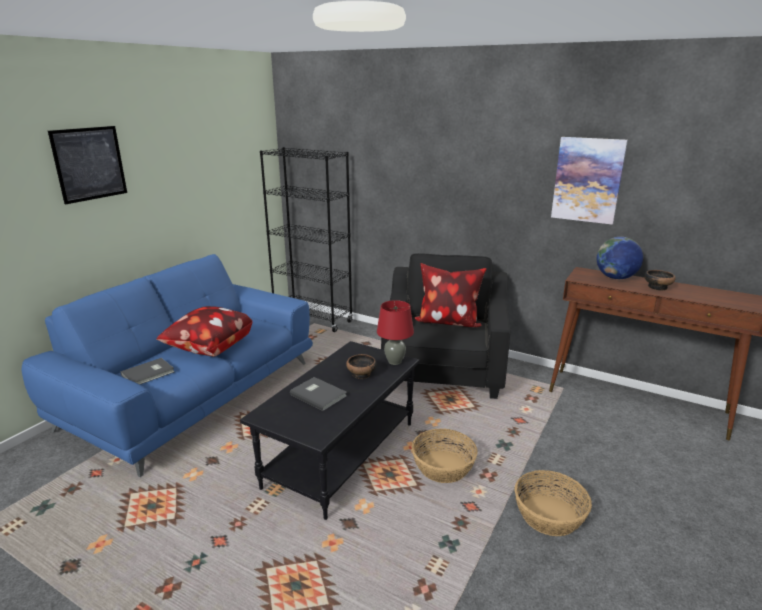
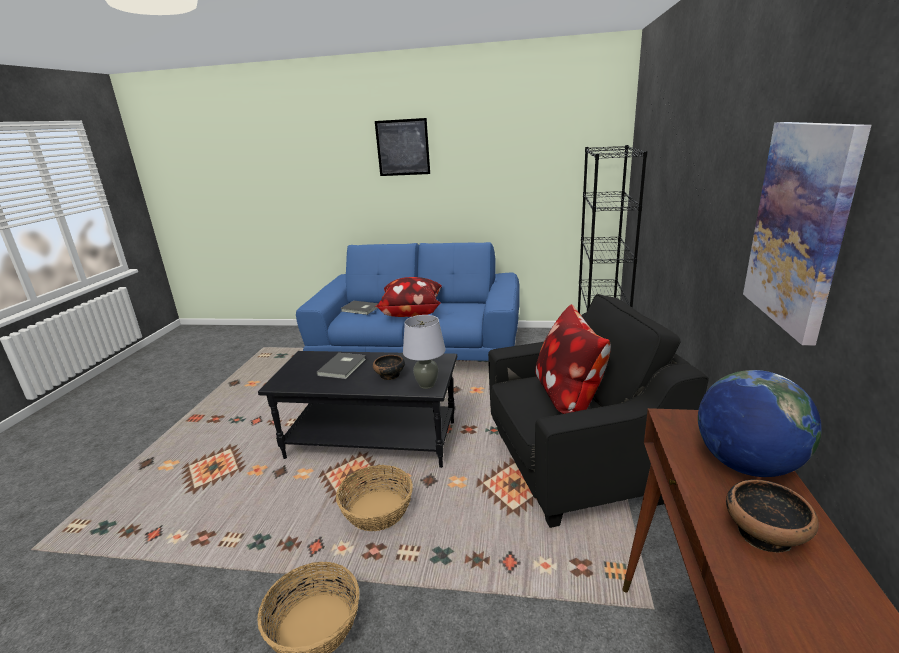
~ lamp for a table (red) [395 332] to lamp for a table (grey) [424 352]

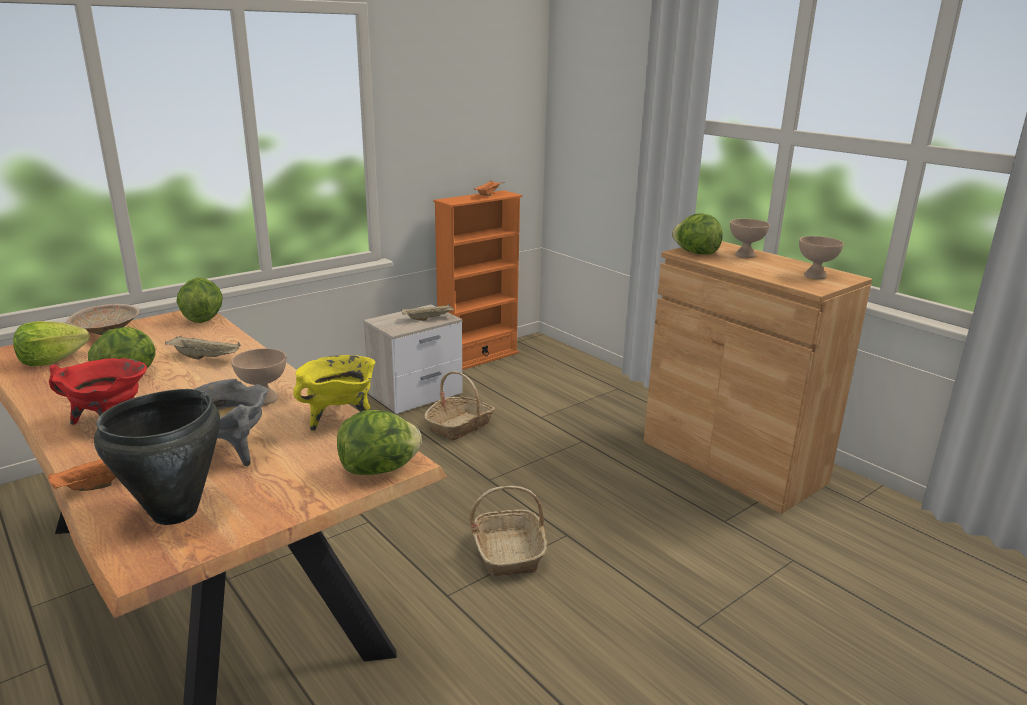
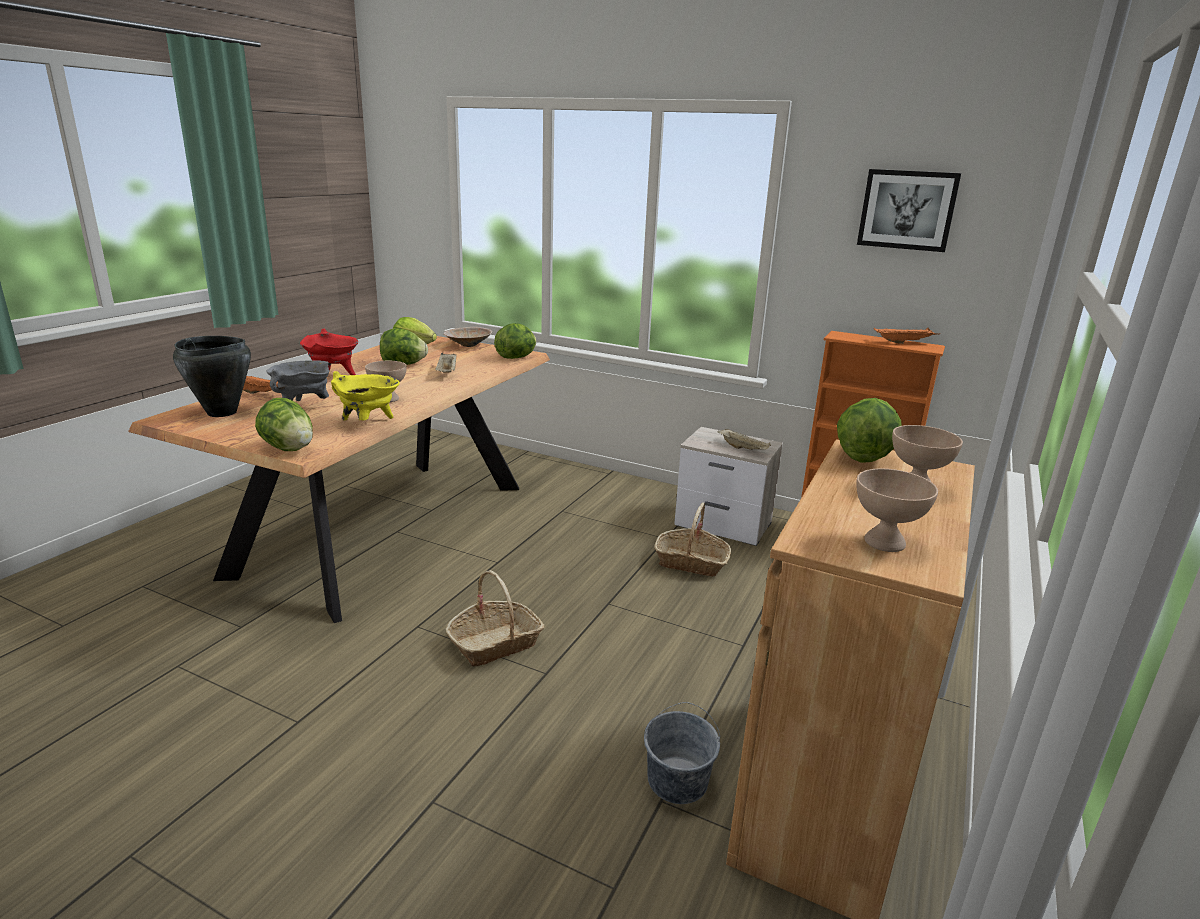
+ picture [909 210]
+ water bucket (grey) [682 753]

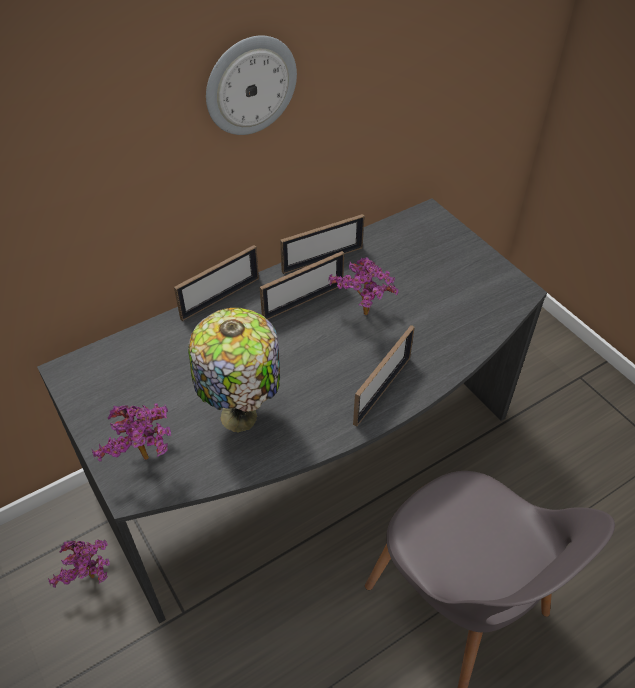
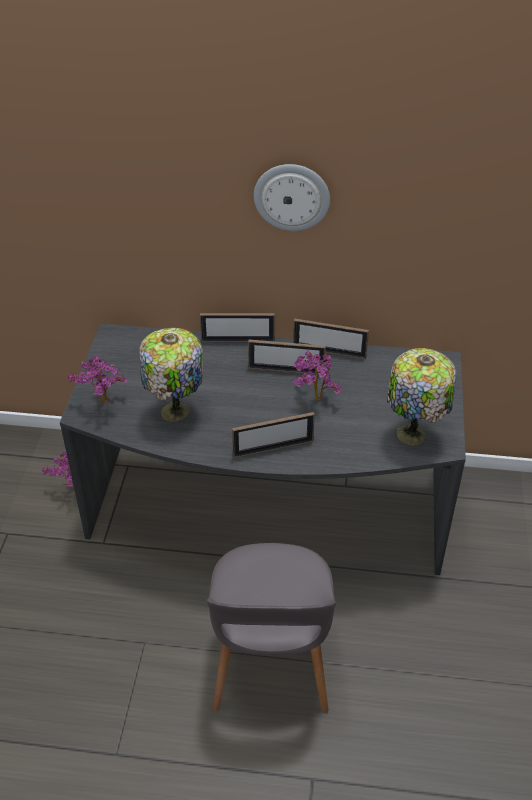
+ lamp for a table [421 396]

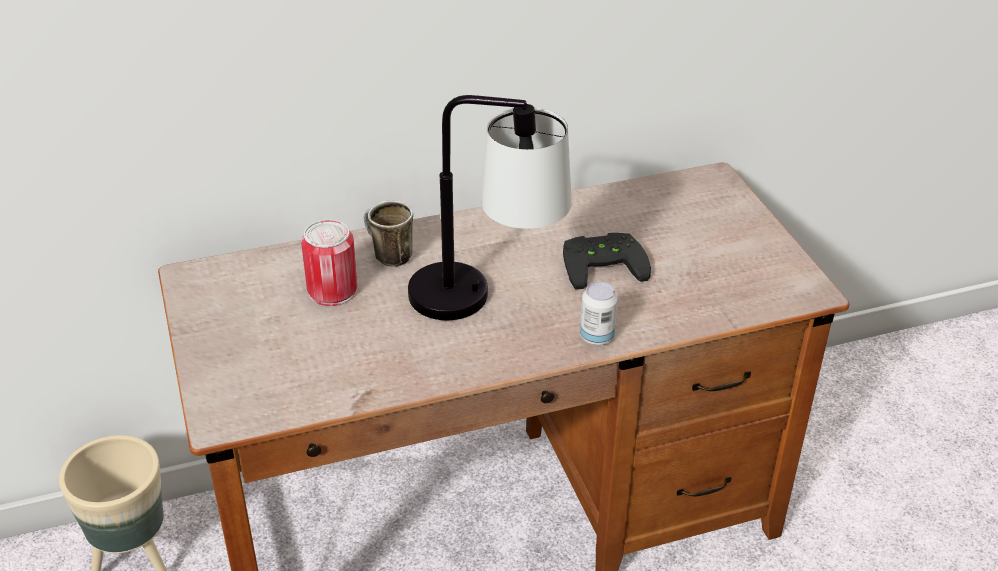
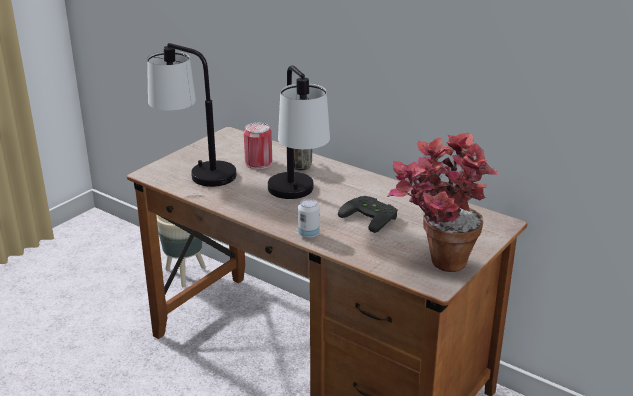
+ lamp for a table [191 115]
+ plant in a pot [443 202]

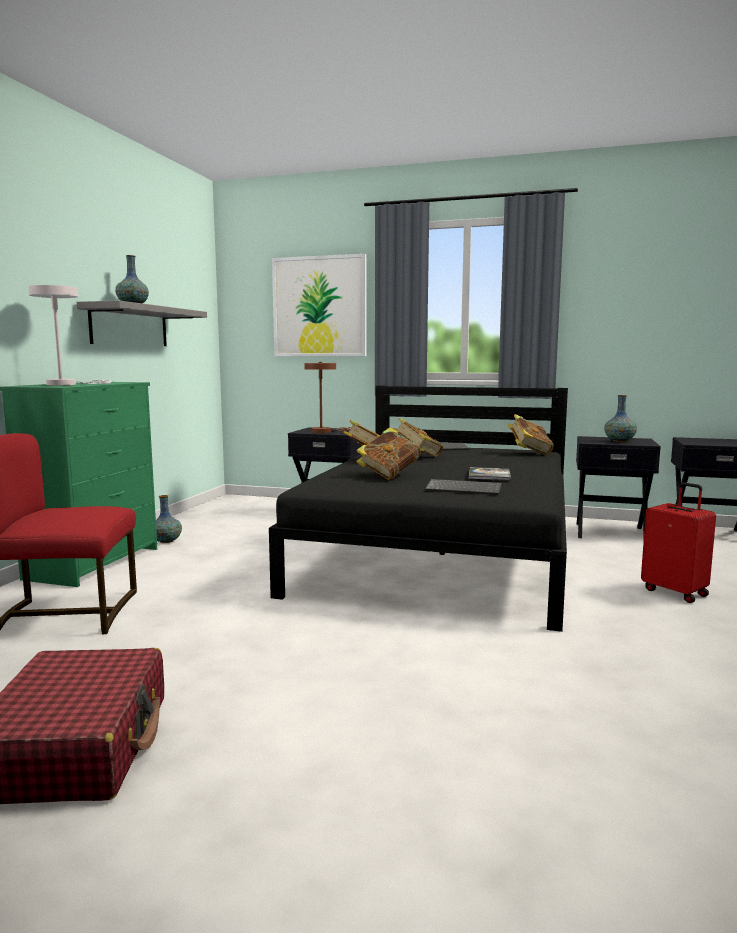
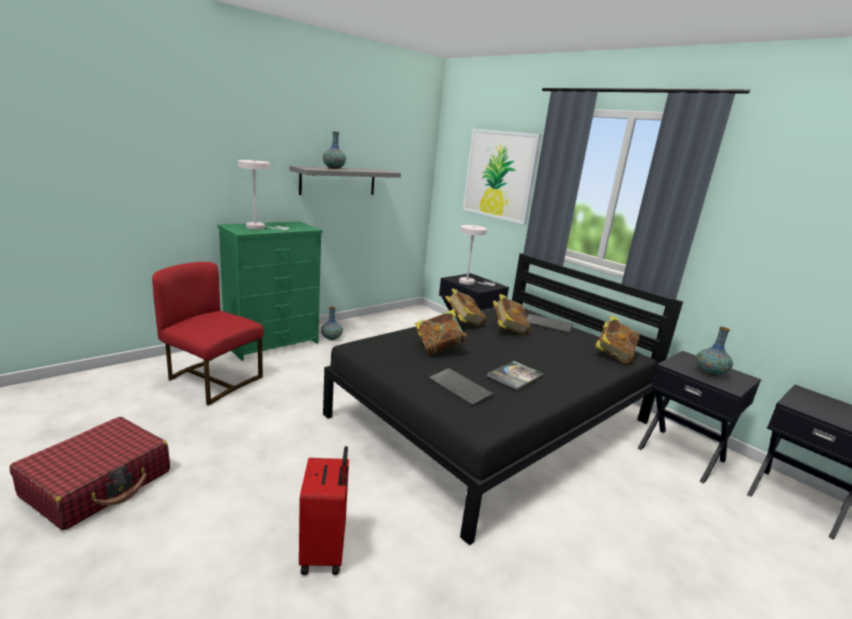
~ lamp for a table (brown-coloured) [327 397] to lamp for a table (whitish) [477 255]
~ piece of luggage (red) [678 542] to [324 510]

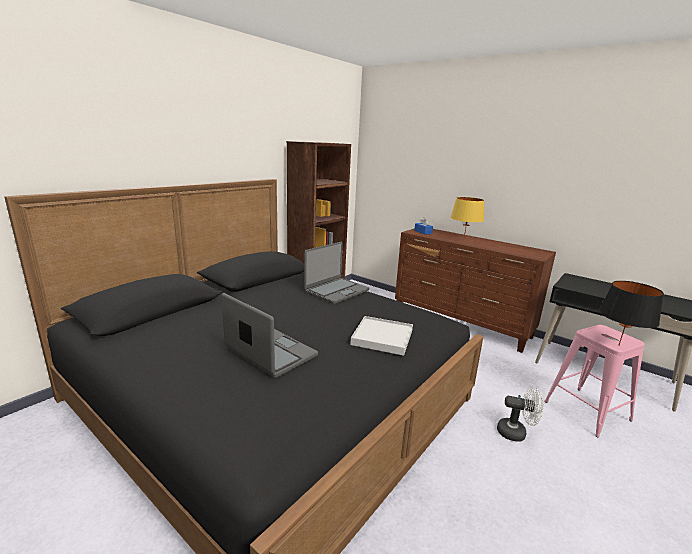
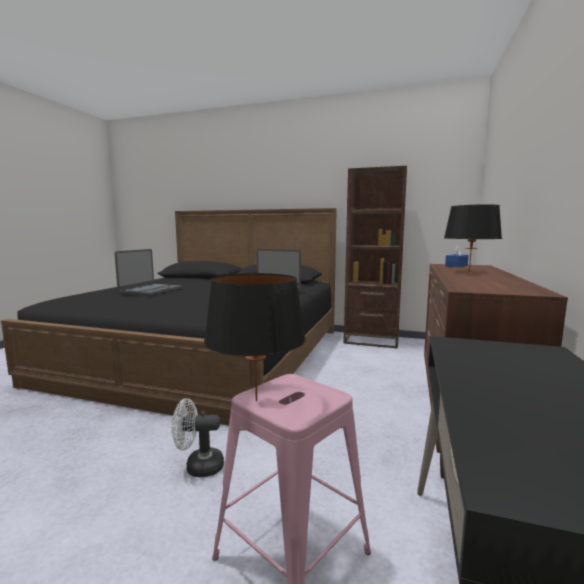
~ lamp for a table (yellowish) [467 217] to lamp for a table (black-coloured) [473 238]
- carrying tray (whitish) [381 336]
~ cooling fan (whitish) [520 414] = [198 437] 90 degrees clockwise

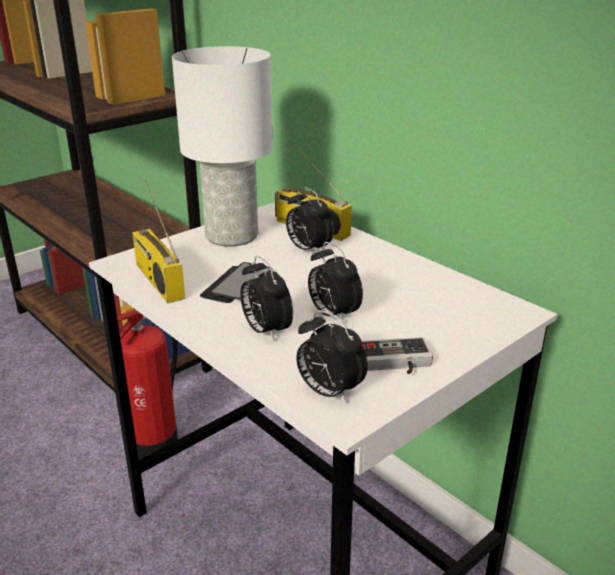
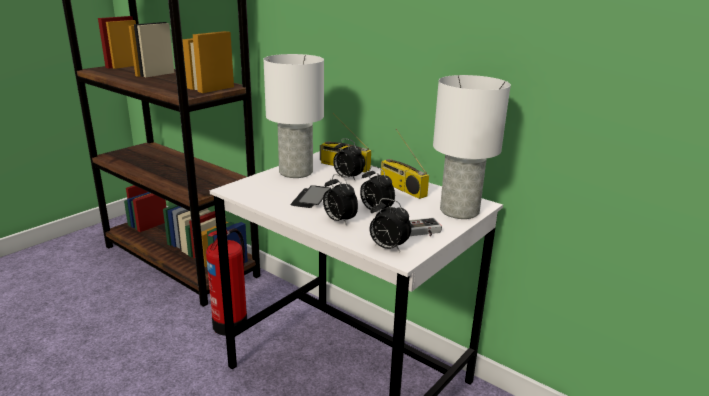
~ radio set [159 241] to [405 164]
+ lamp for a table (whitish) [472 147]

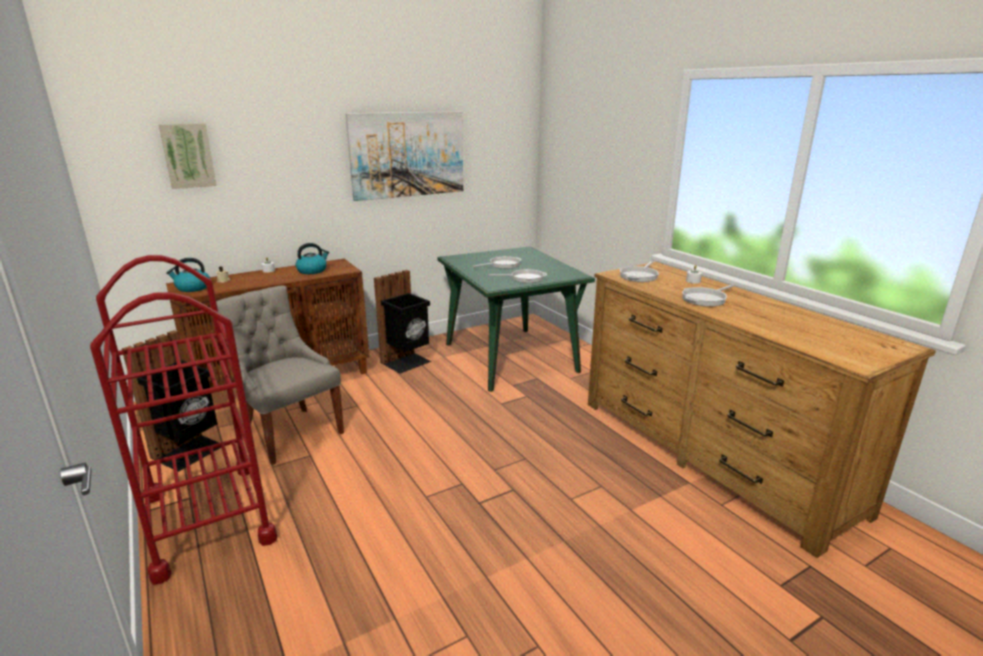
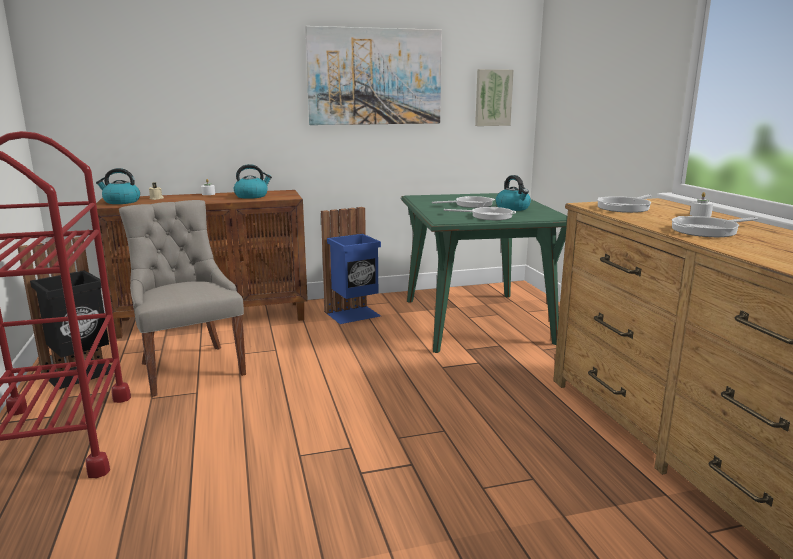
~ picture [188 156] to [494 97]
~ rubbish bin (black-coloured) [402 322] to rubbish bin (blue-coloured) [351 265]
+ kettle [513 193]

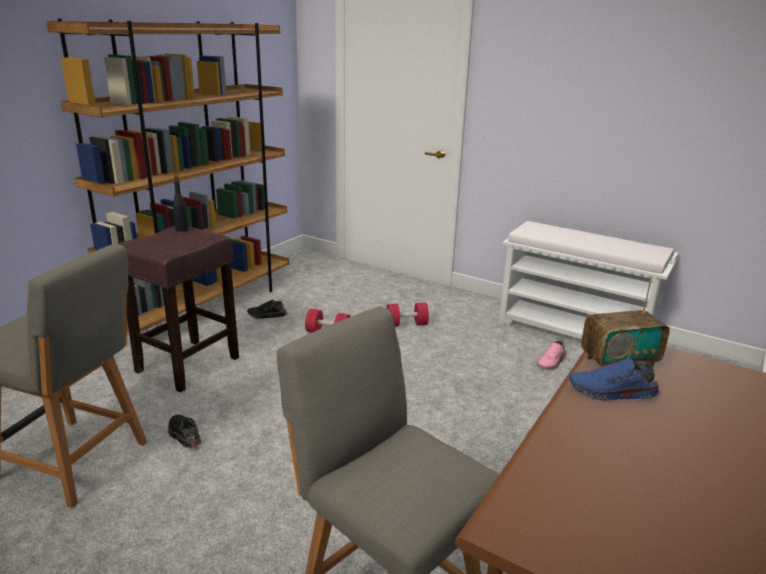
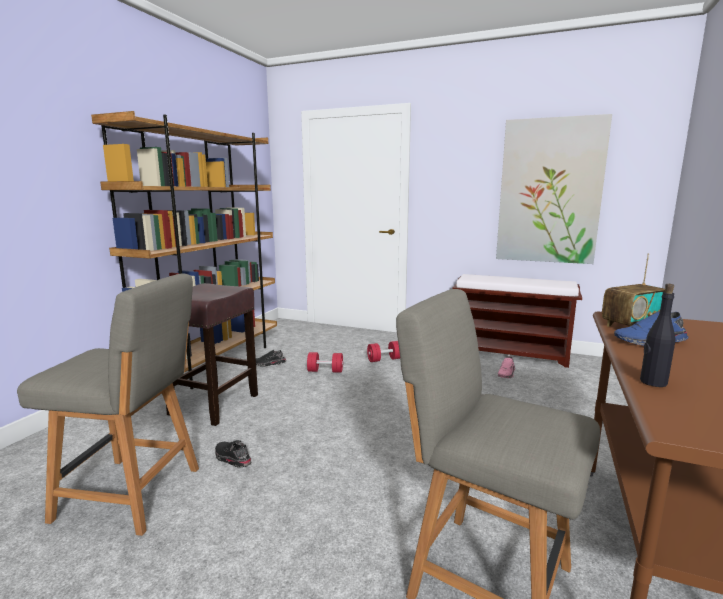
~ beverage bottle (black-coloured) [181 204] to [658 335]
~ bench (whitish) [588 280] to bench (brown-coloured) [517 321]
+ picture [554 189]

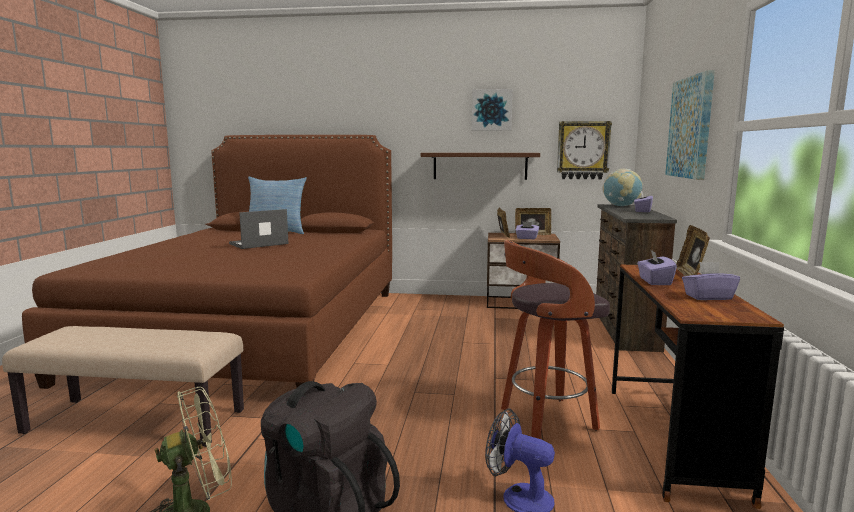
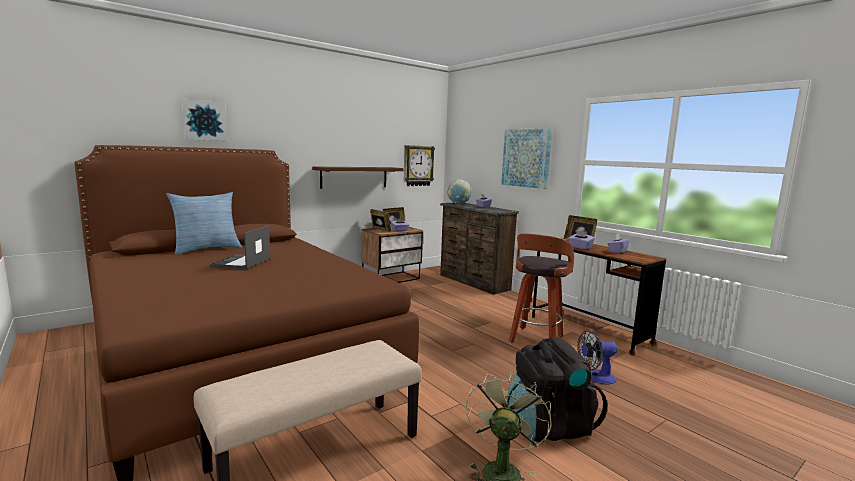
~ picture [492 109] to [204 120]

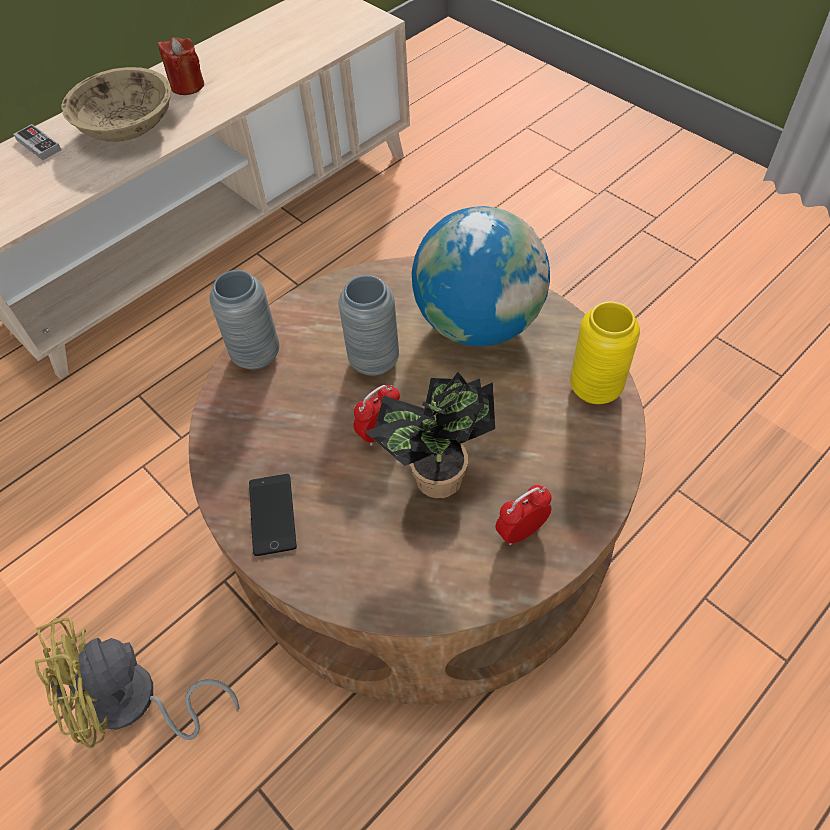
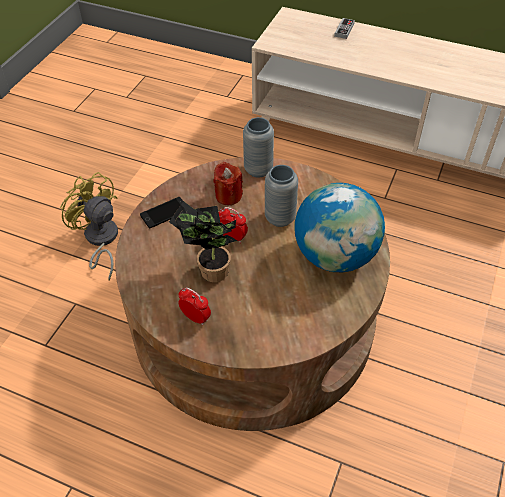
~ wax candle (red) [181 66] to [228 183]
- bowl (sand-coloured) [116 104]
- decorative vase (yellowish) [605 353]

